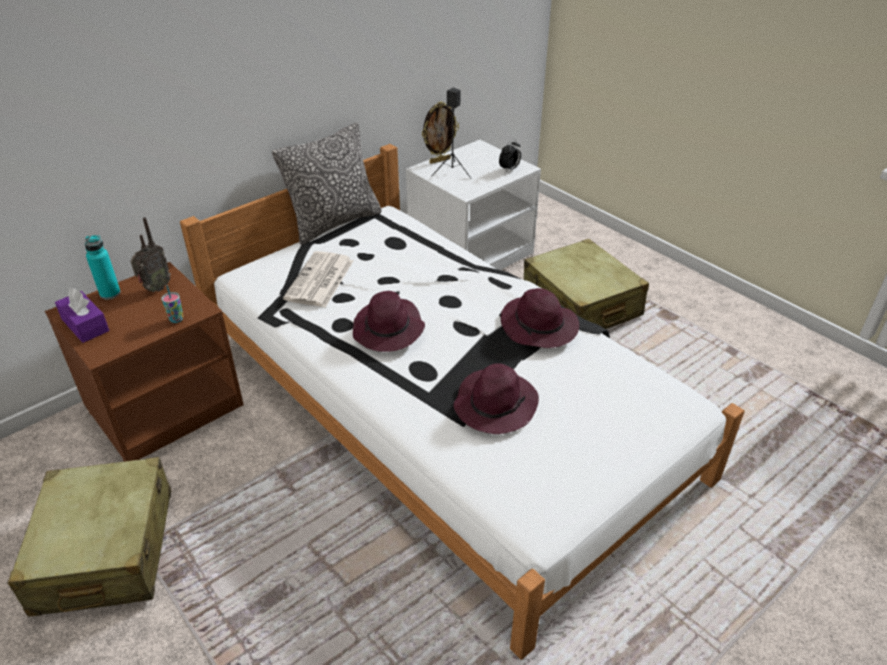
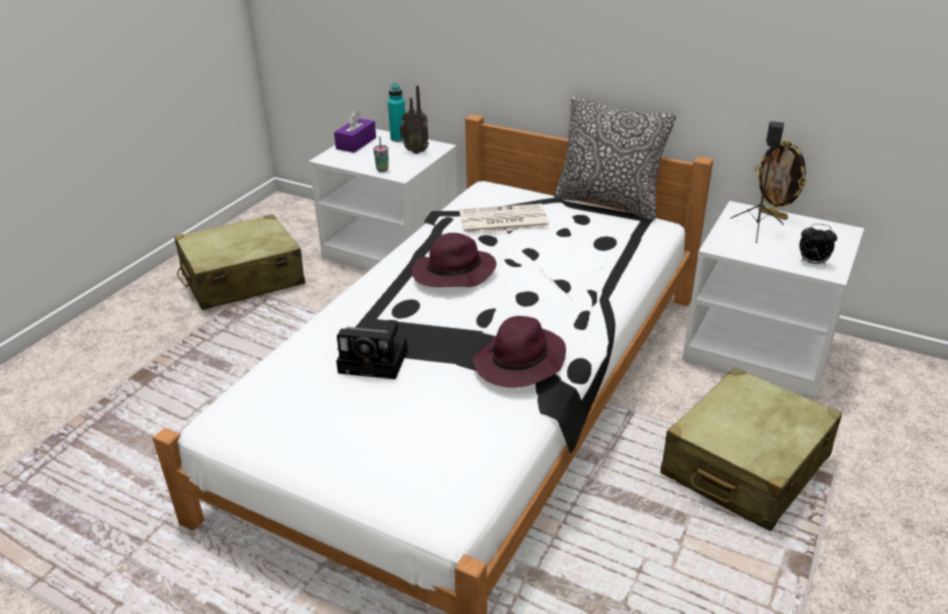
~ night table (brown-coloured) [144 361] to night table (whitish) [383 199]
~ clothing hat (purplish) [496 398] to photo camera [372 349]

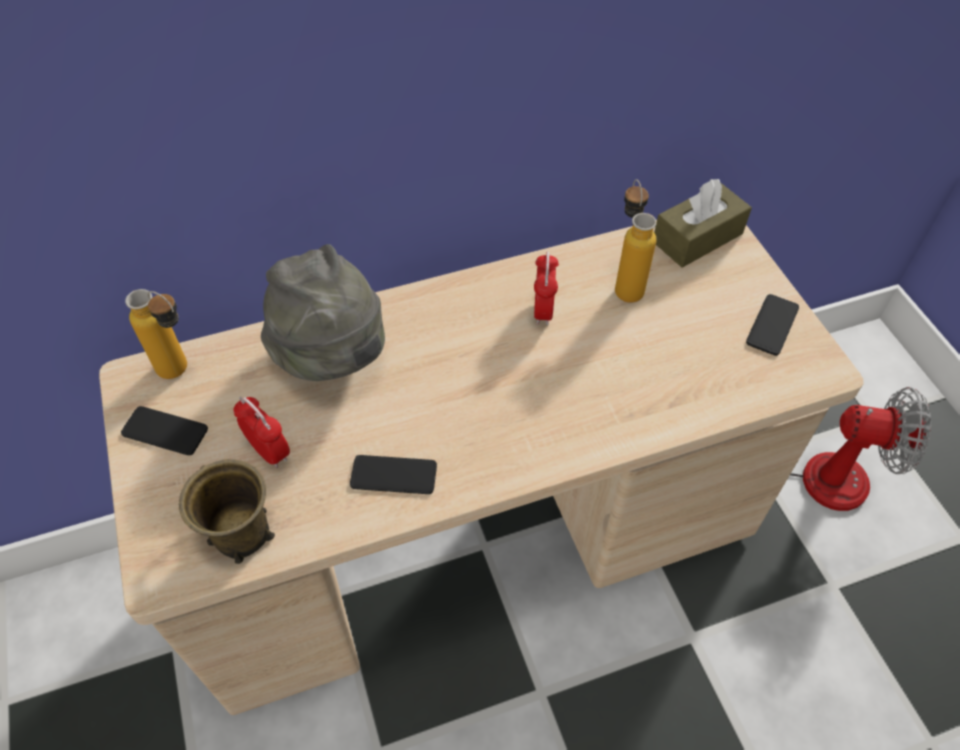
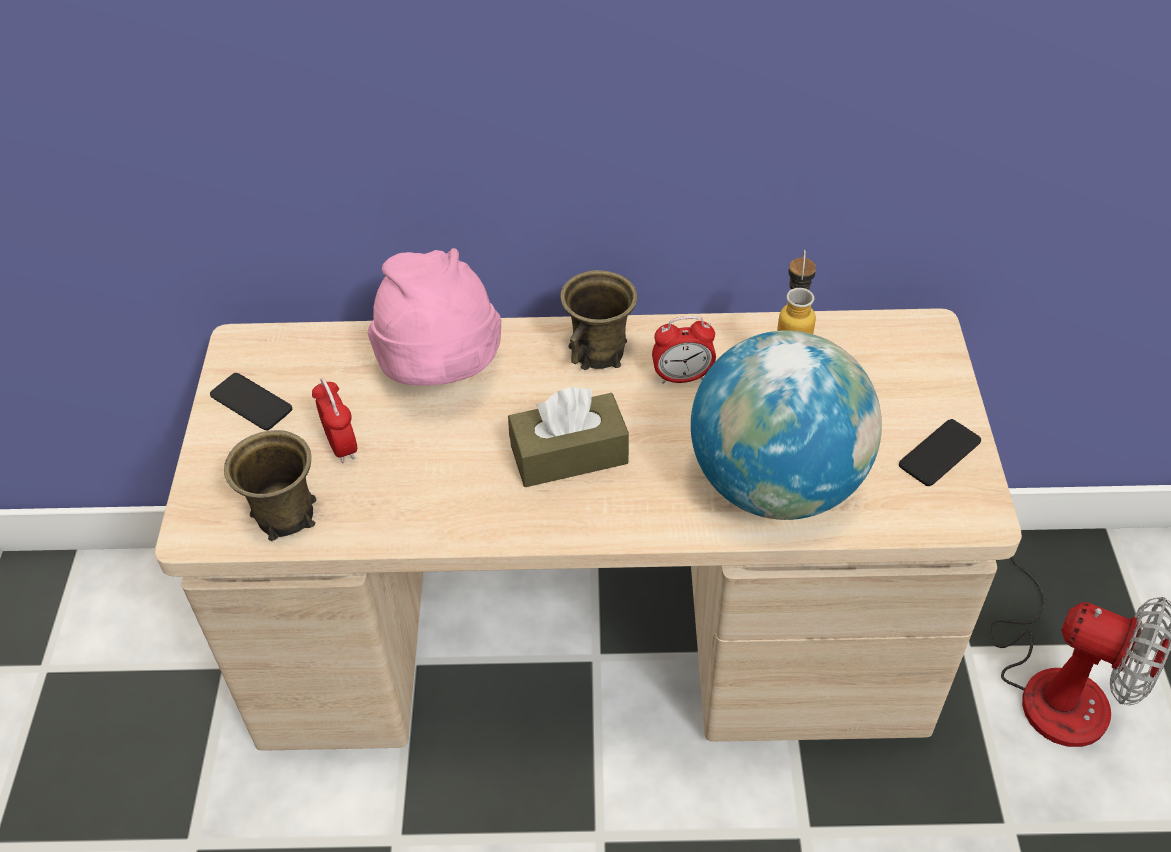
~ box of tissues (brown-coloured) [703 223] to [568 437]
~ clothing hat (grey) [323 312] to clothing hat (pink) [434 317]
~ alarm clock [546 288] = [684 350] 60 degrees clockwise
- beverage bottle [156 334]
- phone [393 474]
+ mug (brown-coloured) [599 320]
+ globe [786 425]

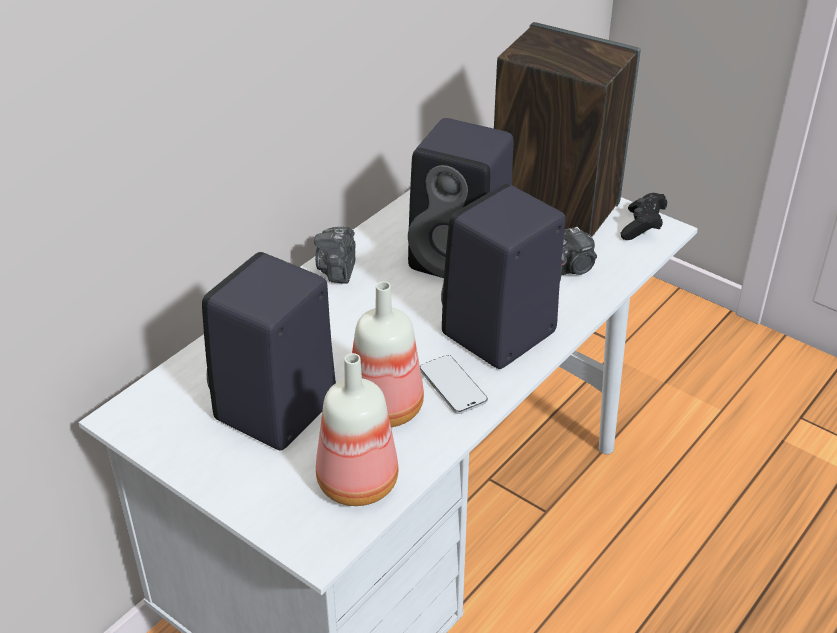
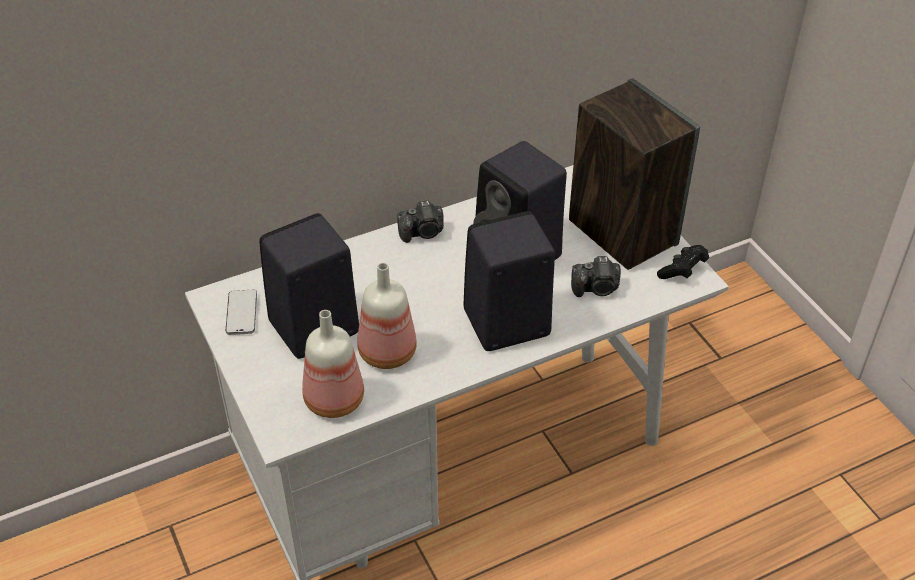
~ photo camera [335 255] = [420 222] 135 degrees counterclockwise
~ phone [454 384] to [241 312]

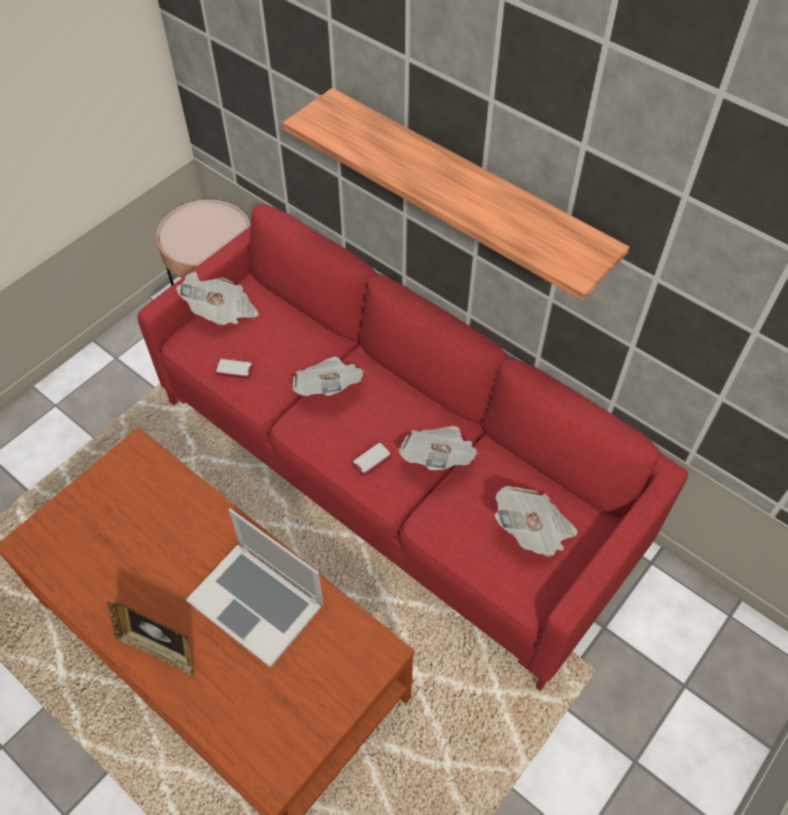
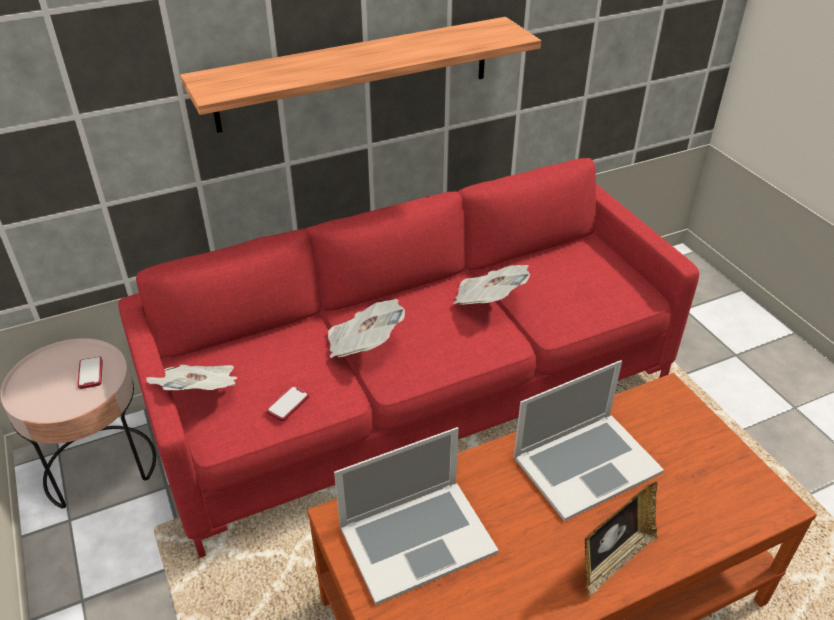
~ phone [372 459] to [90 372]
- daily paper [536 521]
+ portable computer [416 516]

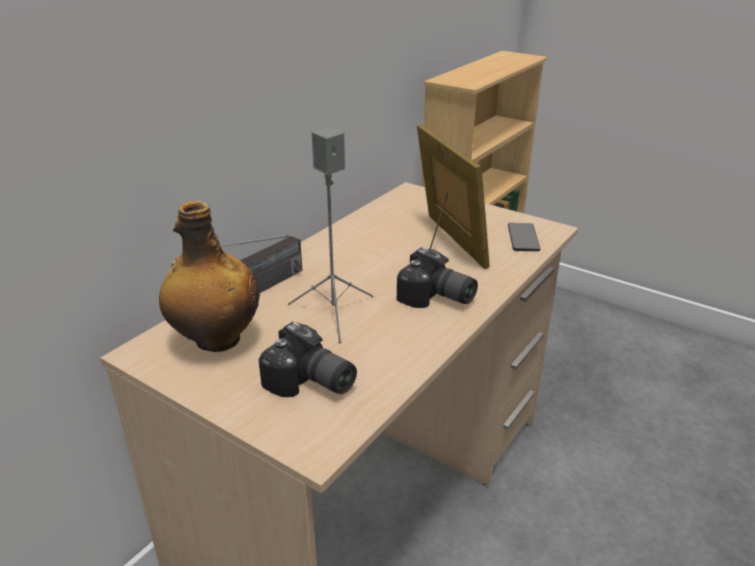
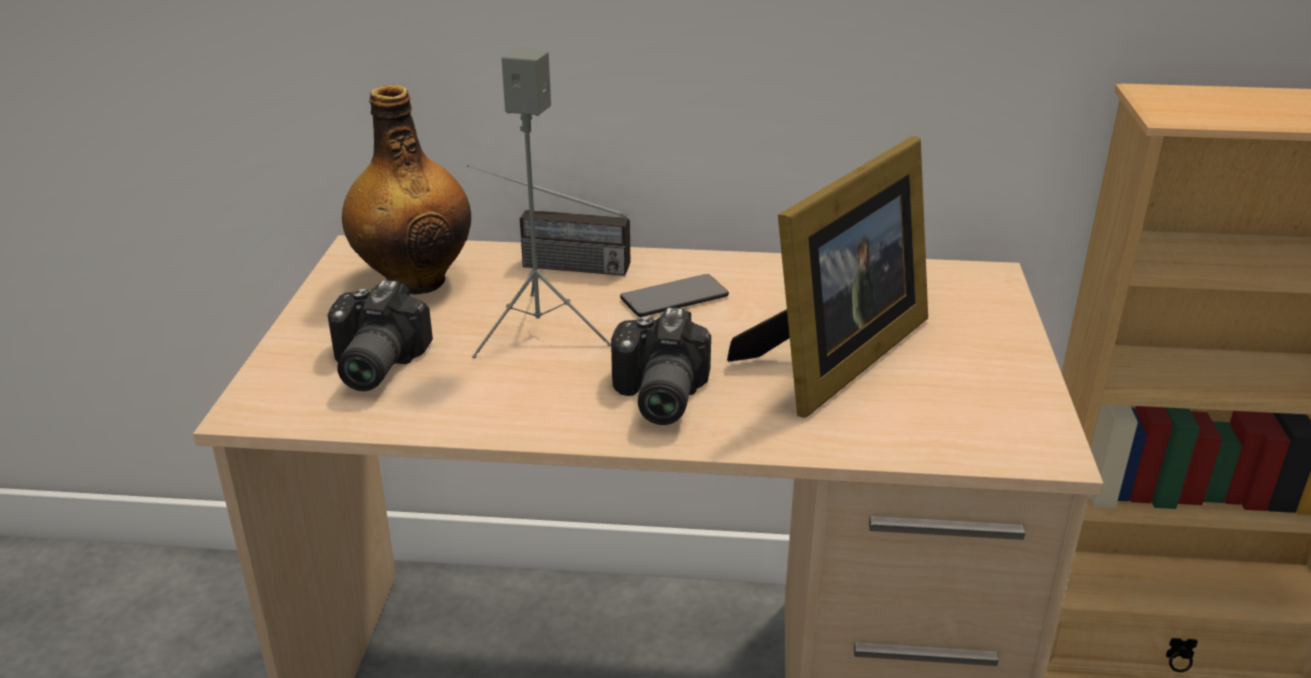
~ phone [524 237] to [674 295]

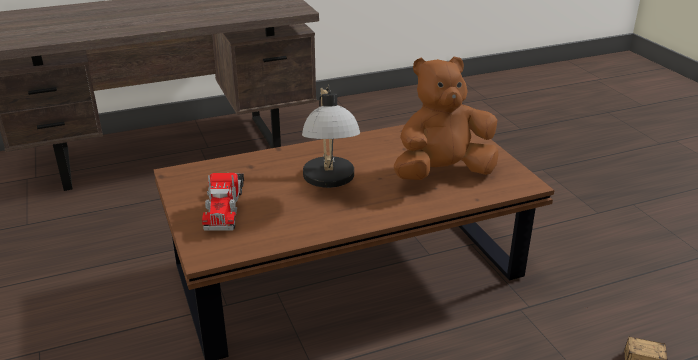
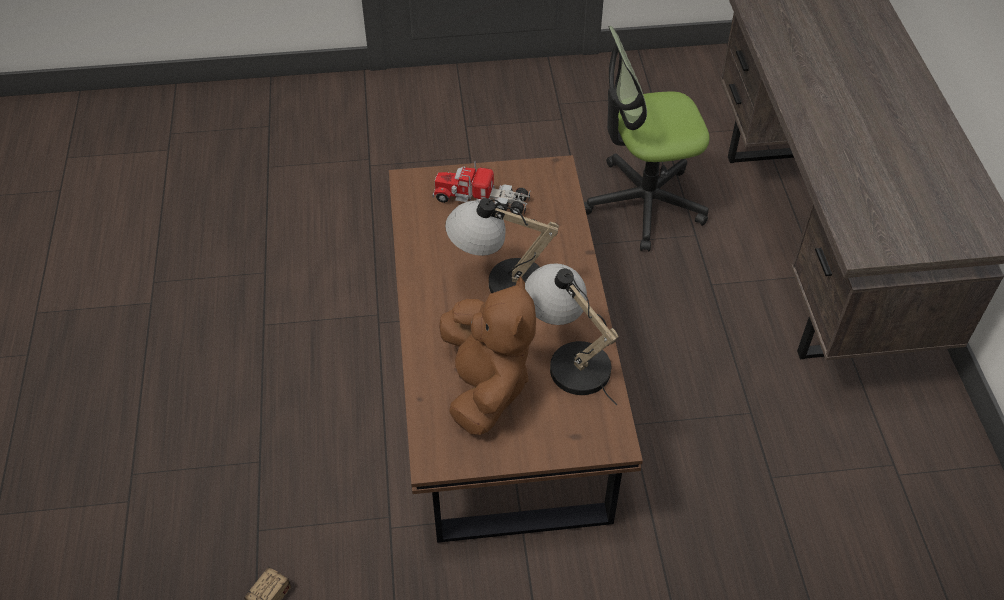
+ desk chair [647 138]
+ lamp for a table [572 334]

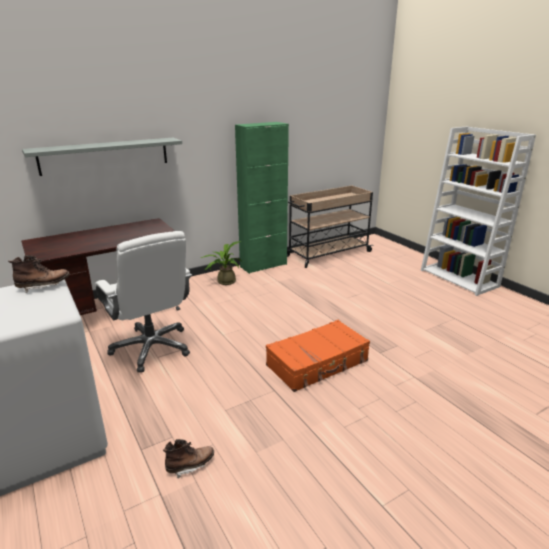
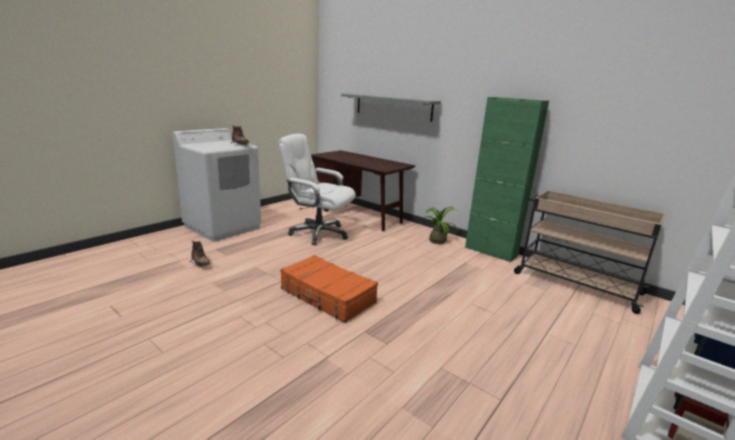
~ desk chair (whitish) [143 301] = [317 189] 75 degrees clockwise

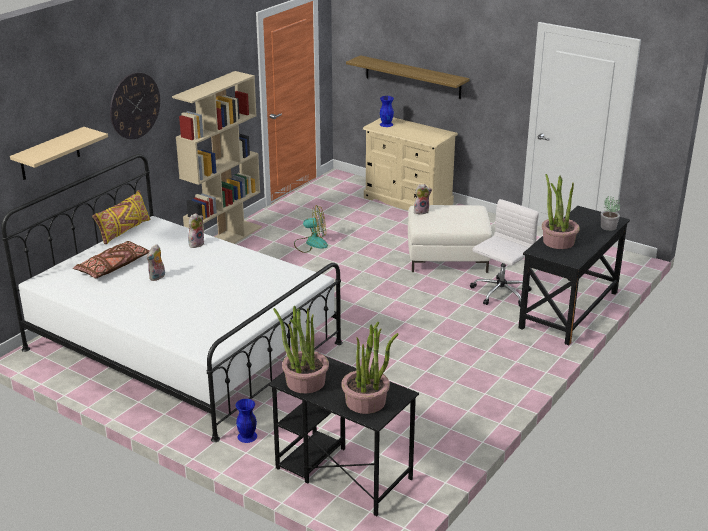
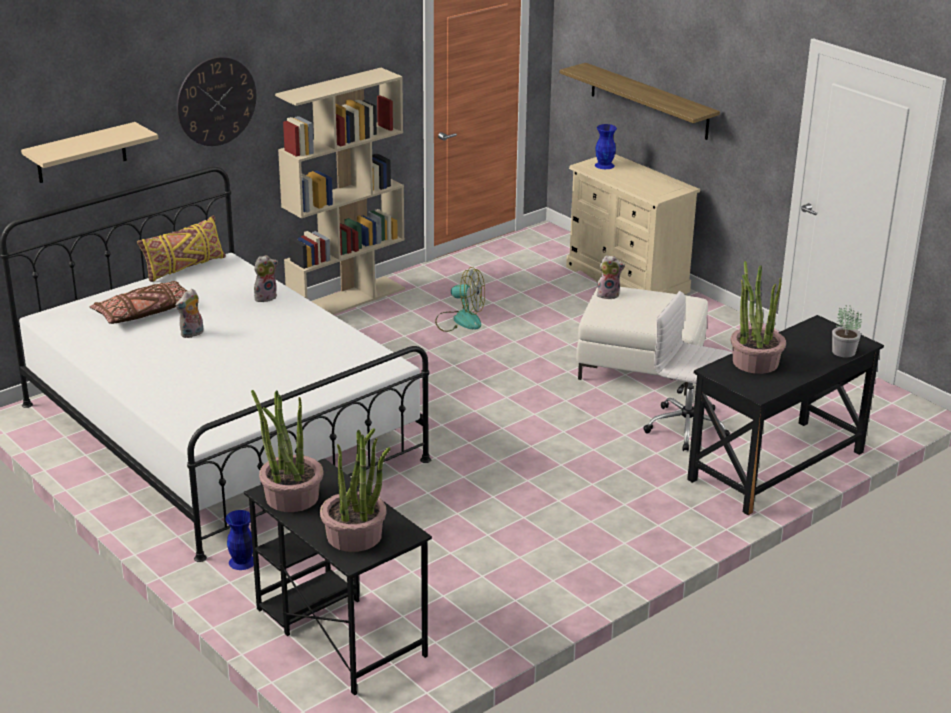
~ desk chair (whitish) [504 252] = [687 371] 120 degrees counterclockwise

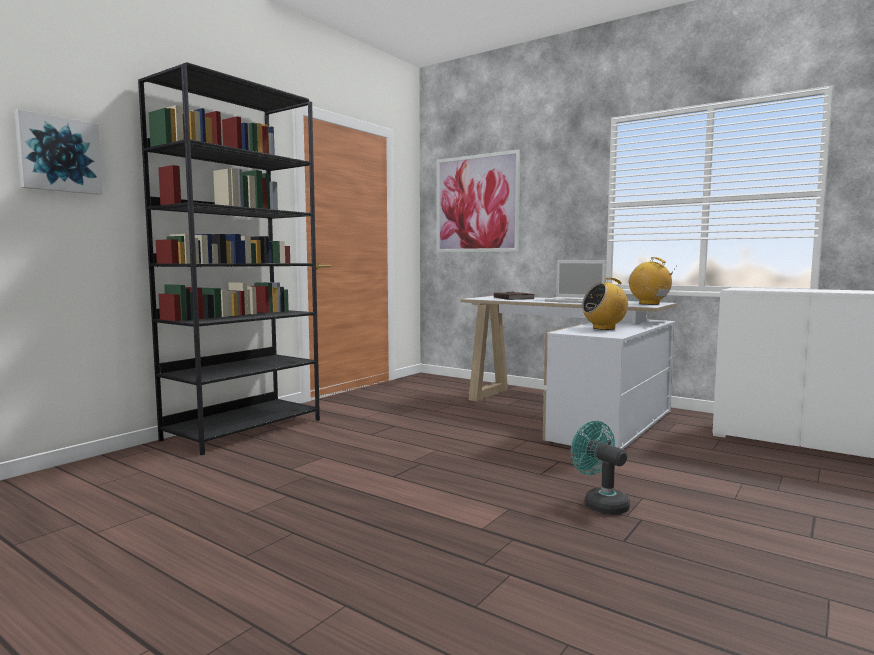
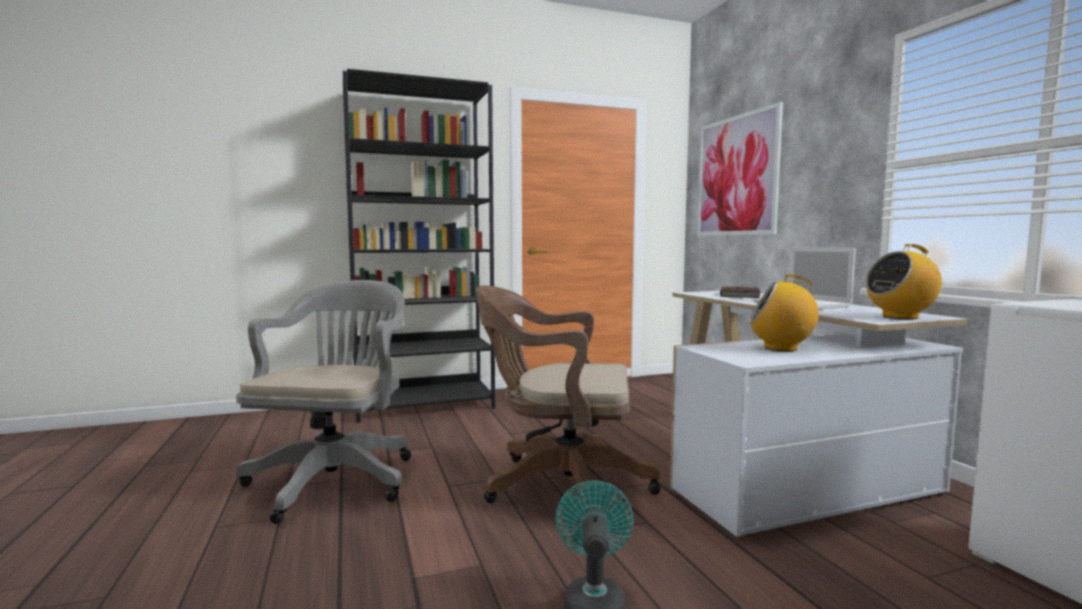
- picture [58 152]
~ radio set [652 281] = [903 281] 105 degrees counterclockwise
+ desk chair (grey) [323 401]
+ desk chair (brown-coloured) [568 404]

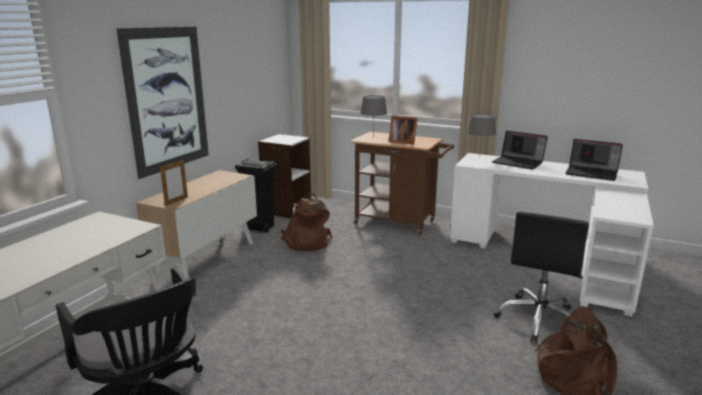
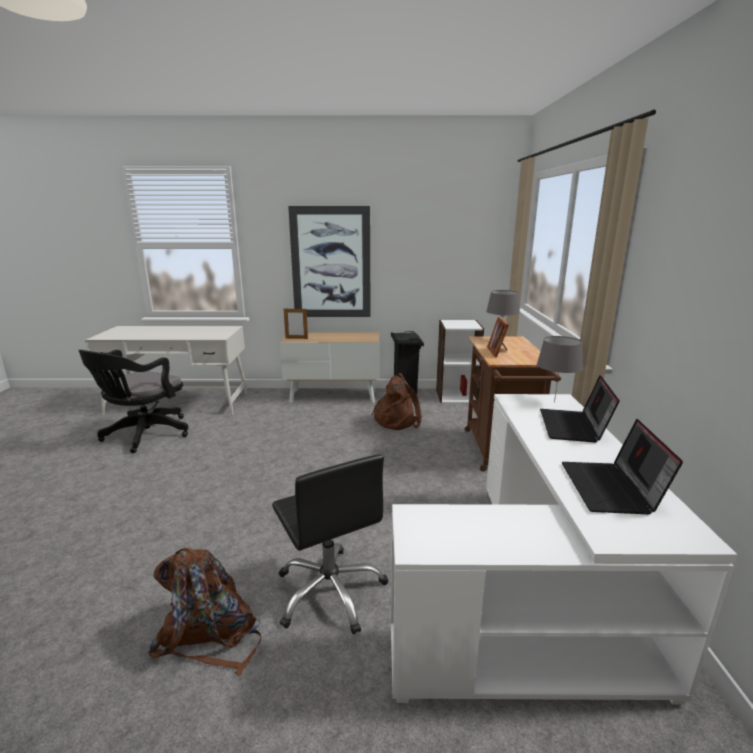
~ desk chair (black-coloured) [541 277] = [330 544] 120 degrees counterclockwise

